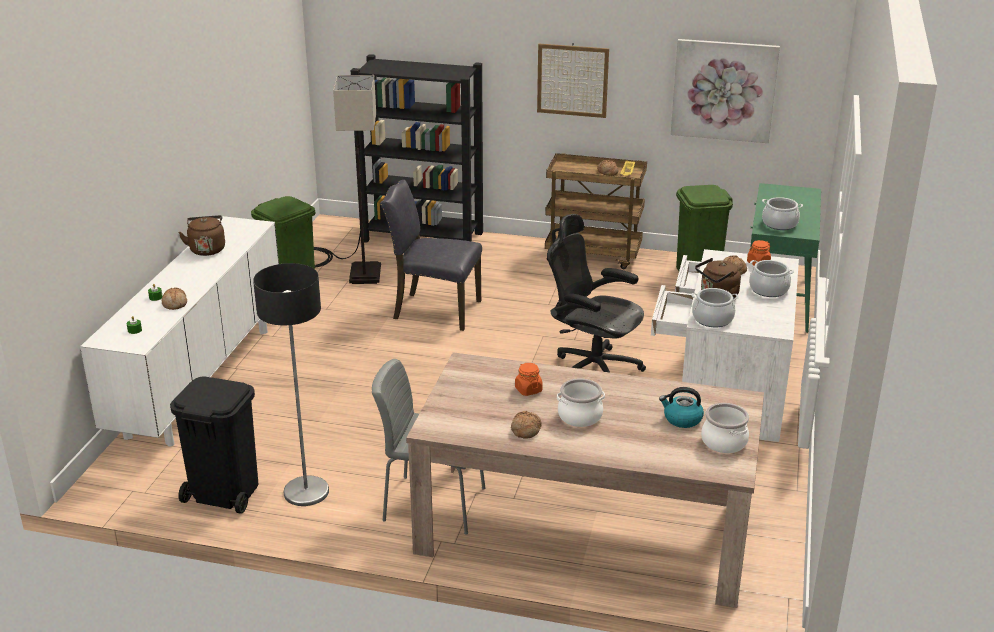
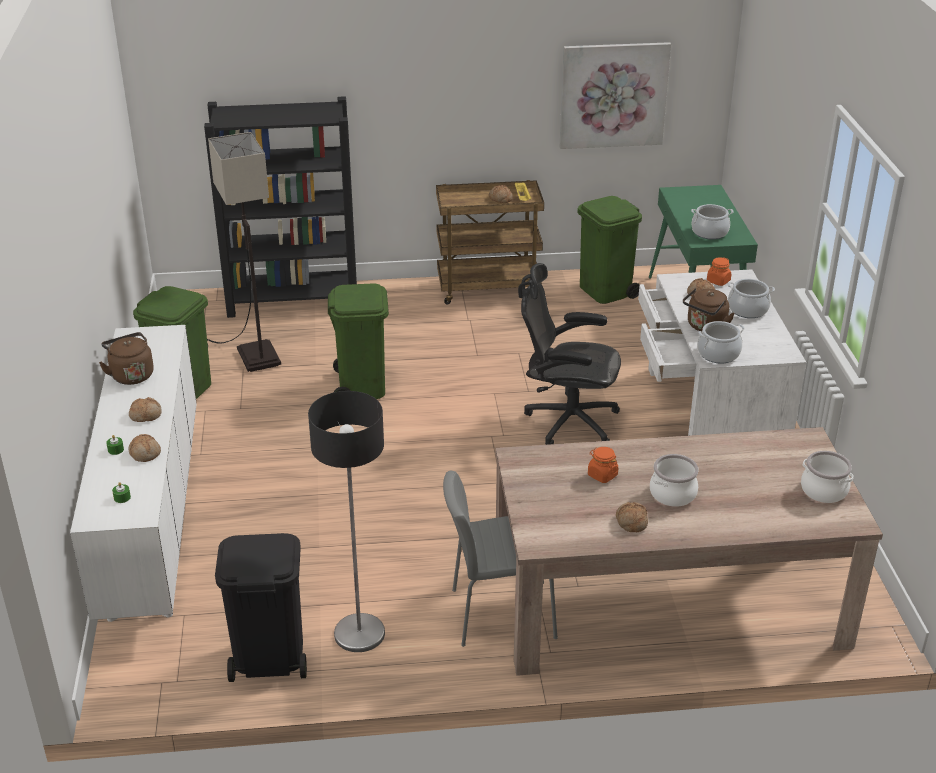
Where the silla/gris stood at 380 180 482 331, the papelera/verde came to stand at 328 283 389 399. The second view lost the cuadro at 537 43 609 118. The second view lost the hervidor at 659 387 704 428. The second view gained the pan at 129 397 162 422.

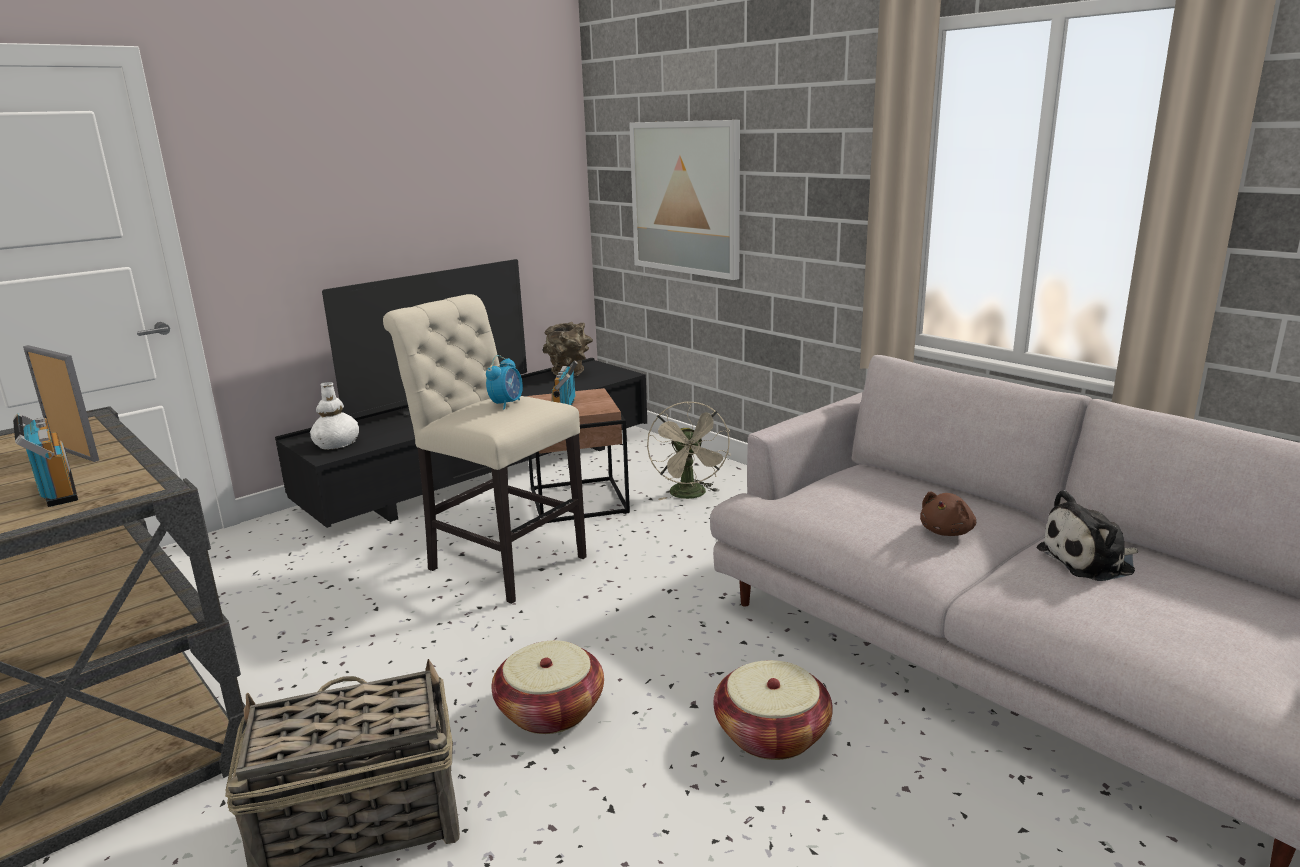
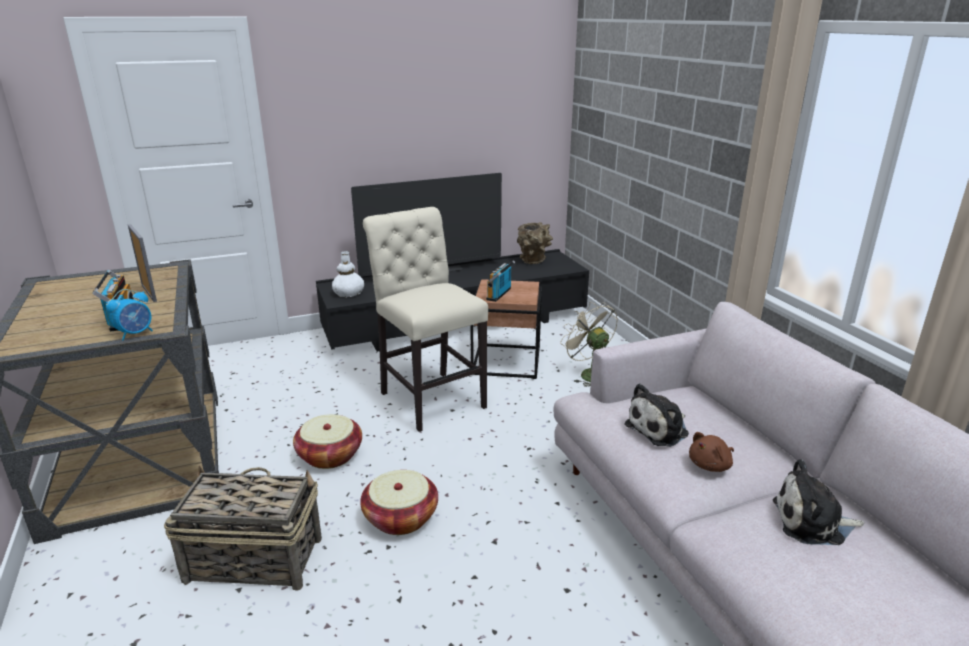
The despertador ended up elsewhere, having gone from 486 355 523 410 to 106 289 153 341. The second view lost the cuadro at 629 120 740 280. The ventilador/beis at 647 401 731 500 ended up facing another way, 135 degrees clockwise from before. The cesta ended up elsewhere, having gone from 714 660 833 760 to 293 414 362 469. The second view gained the peluche at 624 383 689 447.

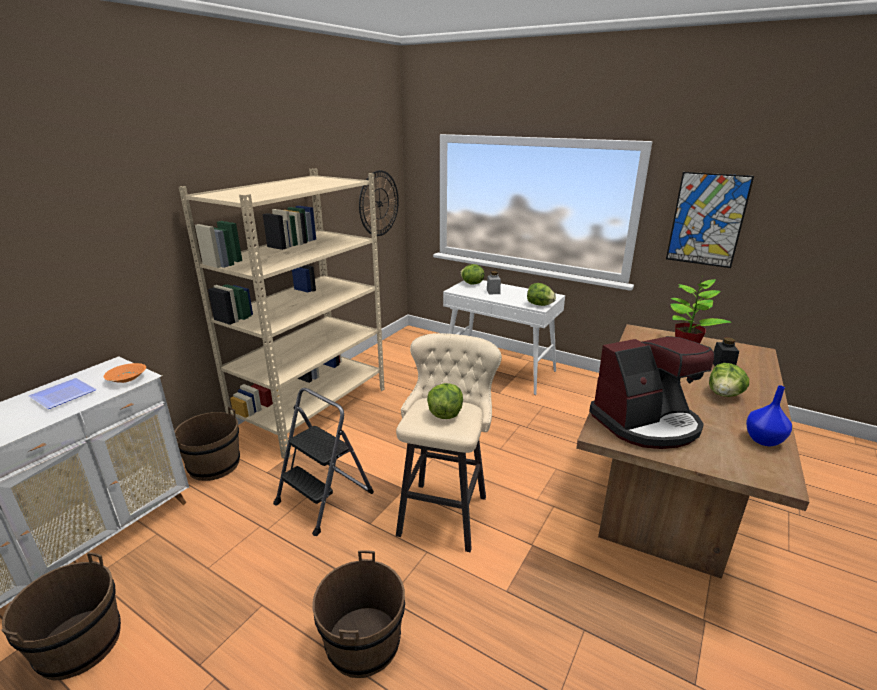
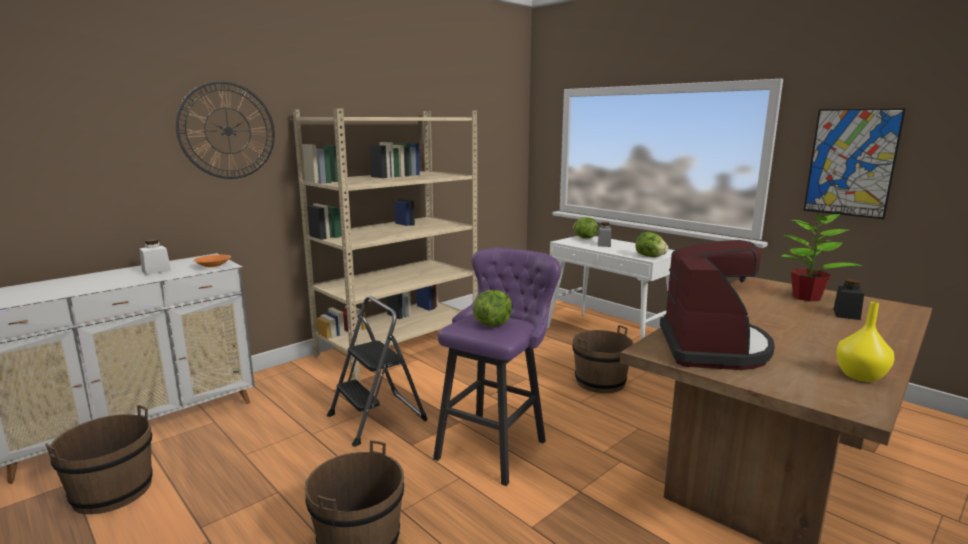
Where the plato stood at 29 378 96 409, the tarro/blanco came to stand at 139 239 171 275. The cubo/marrón ended up elsewhere, having gone from 174 407 240 481 to 573 325 634 393. The reloj de pared ended up elsewhere, having gone from 359 170 399 236 to 176 81 275 179. What was the taburete/beis at 396 333 502 552 turned into the taburete/morado at 433 247 561 486. The cafetera at 589 336 714 449 ended up facing another way, 75 degrees counterclockwise from before. The second view lost the lechuga at 709 363 749 397. What was the florero/azul at 746 385 792 446 turned into the florero/amarillo at 836 302 894 382.

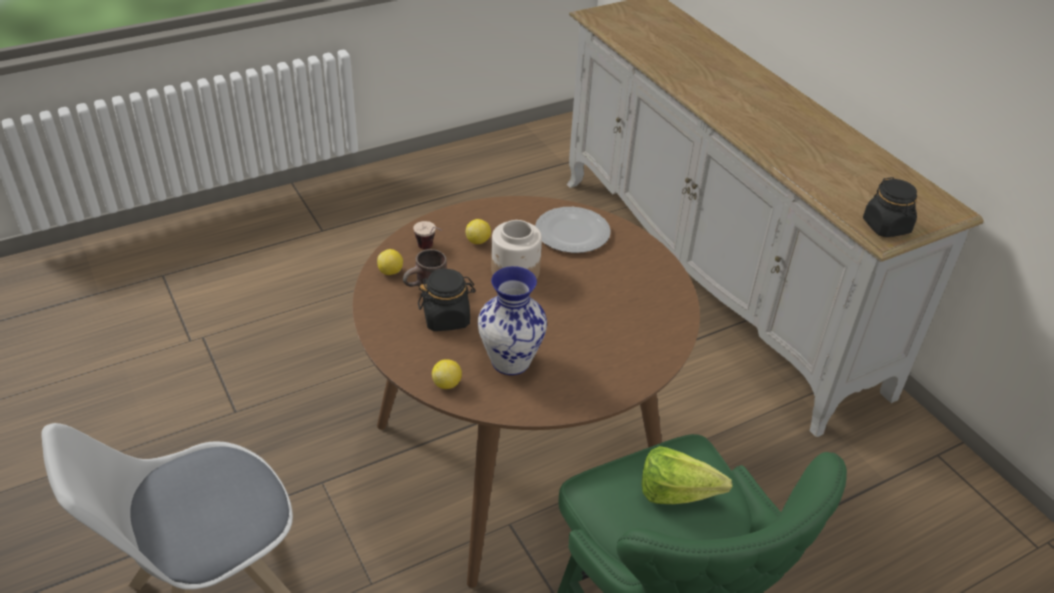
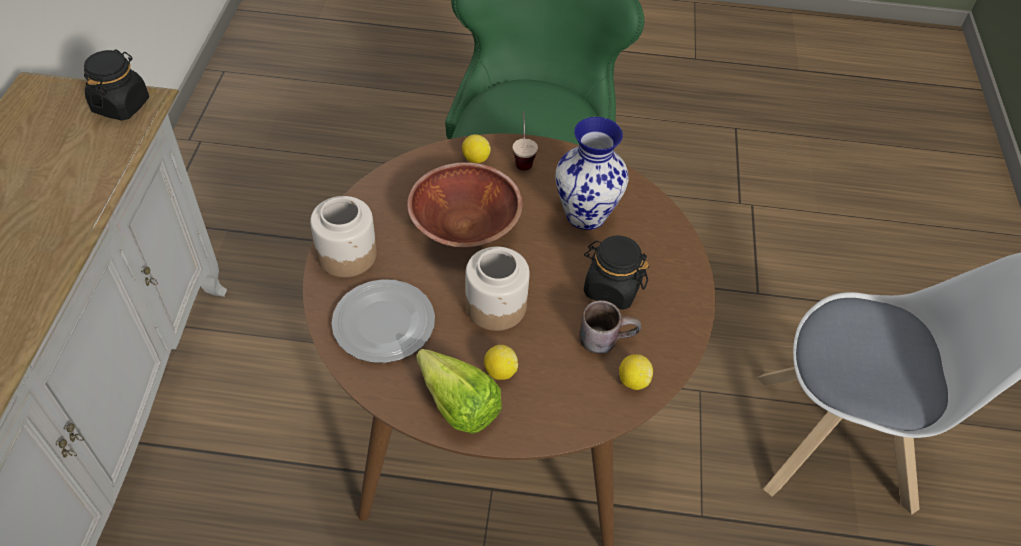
The taza ended up elsewhere, having gone from 413 221 442 249 to 513 111 538 171. The limón ended up elsewhere, having gone from 432 359 462 389 to 462 134 491 163. The lechuga ended up elsewhere, having gone from 642 446 732 504 to 416 349 502 434. The second view gained the tarro at 310 196 377 277. The second view gained the cuenco/marrón at 407 162 523 248.

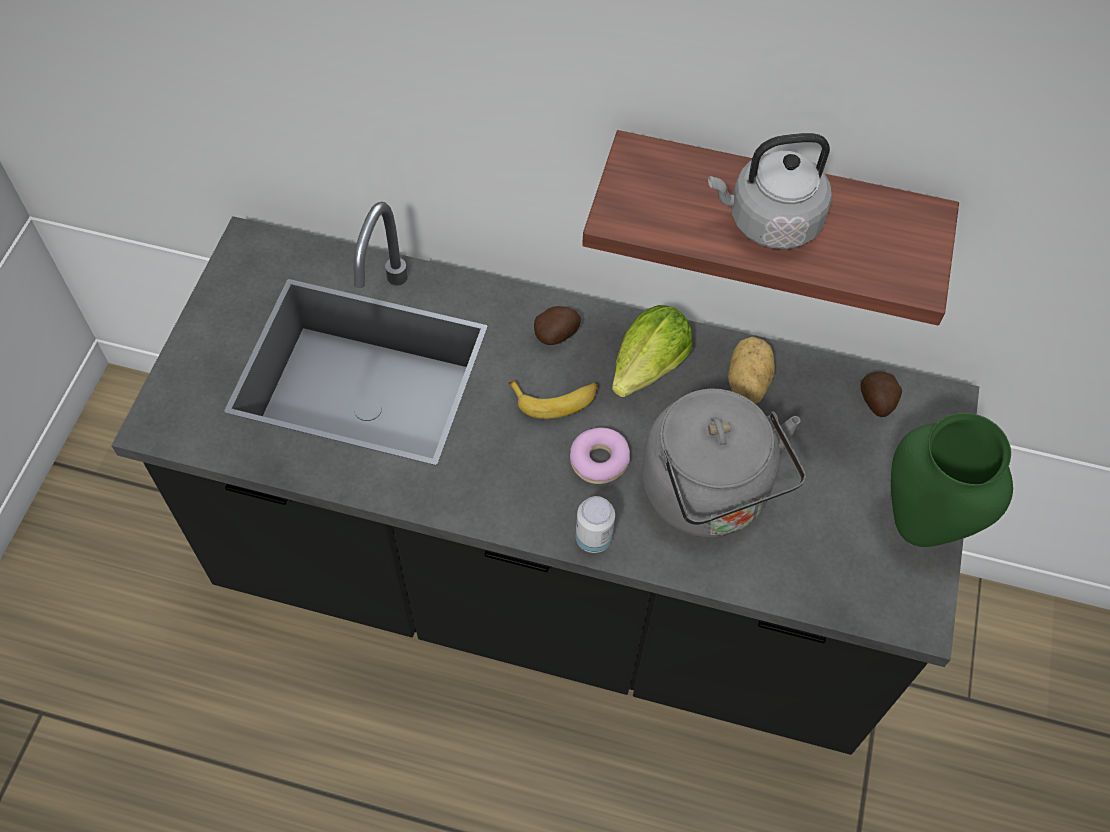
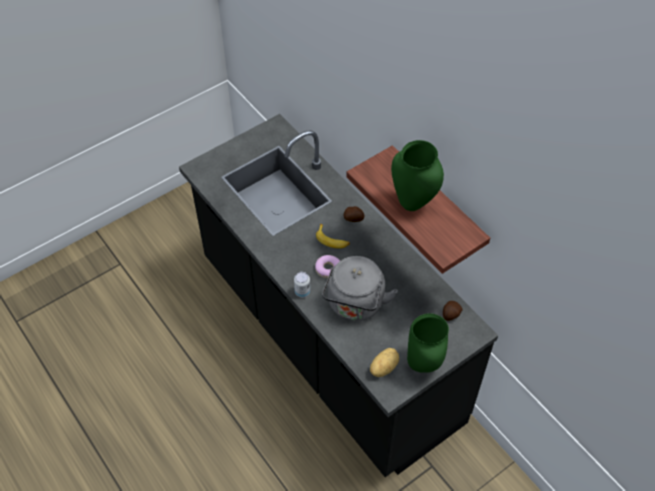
The second view lost the lechuga at 612 305 692 397. Where the hervidor/gris stood at 708 133 832 249, the florero/verde came to stand at 391 140 444 211. The patata ended up elsewhere, having gone from 728 337 775 404 to 370 348 399 377.

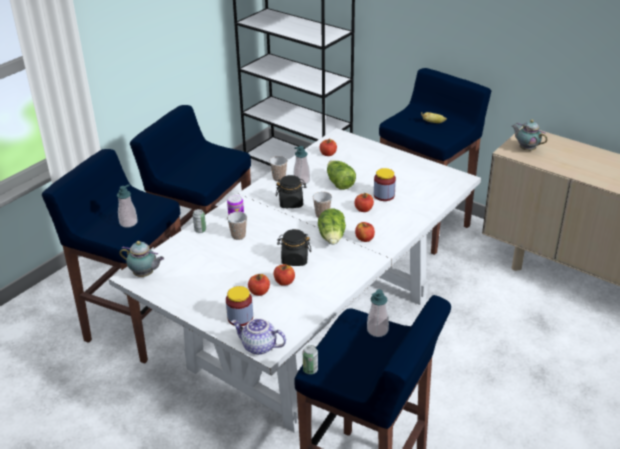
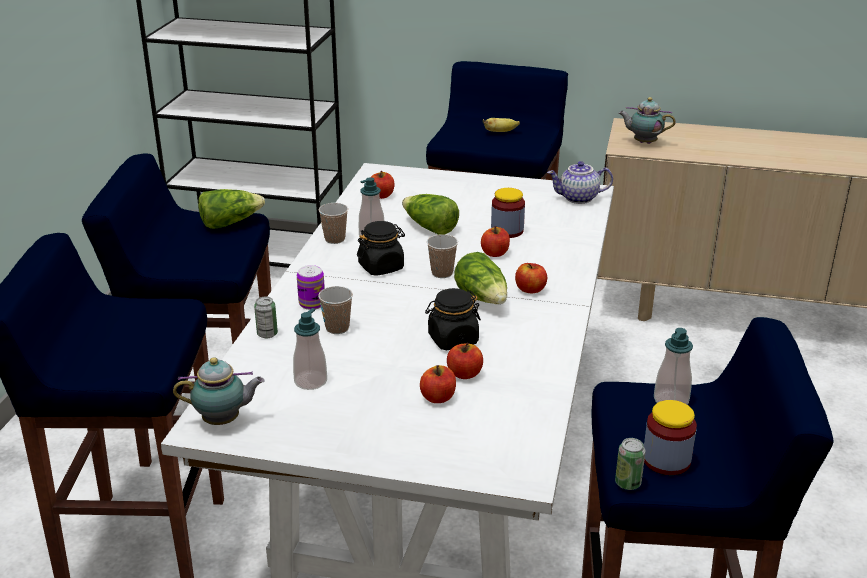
The dispensador de jabón ended up elsewhere, having gone from 117 184 138 228 to 293 308 327 390. The tarro ended up elsewhere, having gone from 226 286 253 326 to 644 400 697 475. The tetera ended up elsewhere, having gone from 231 318 286 355 to 547 161 613 204. The second view gained the lechuga at 198 189 265 229.

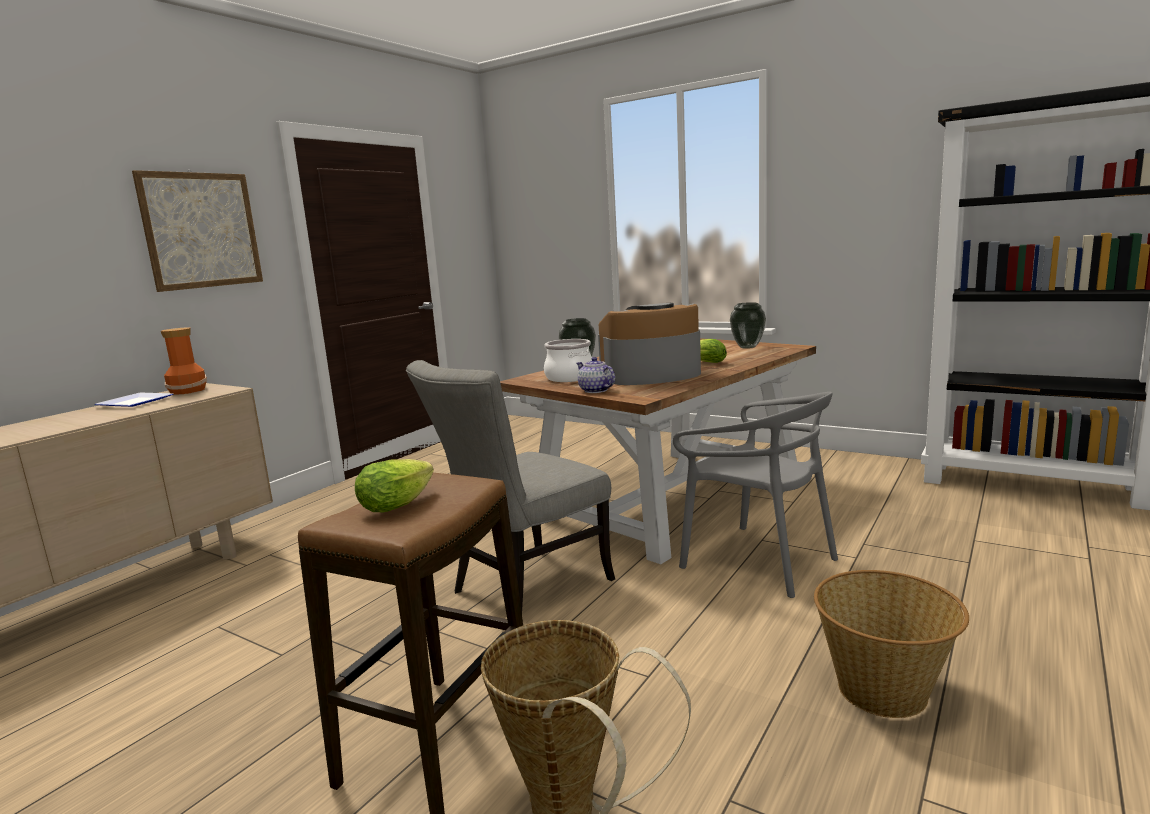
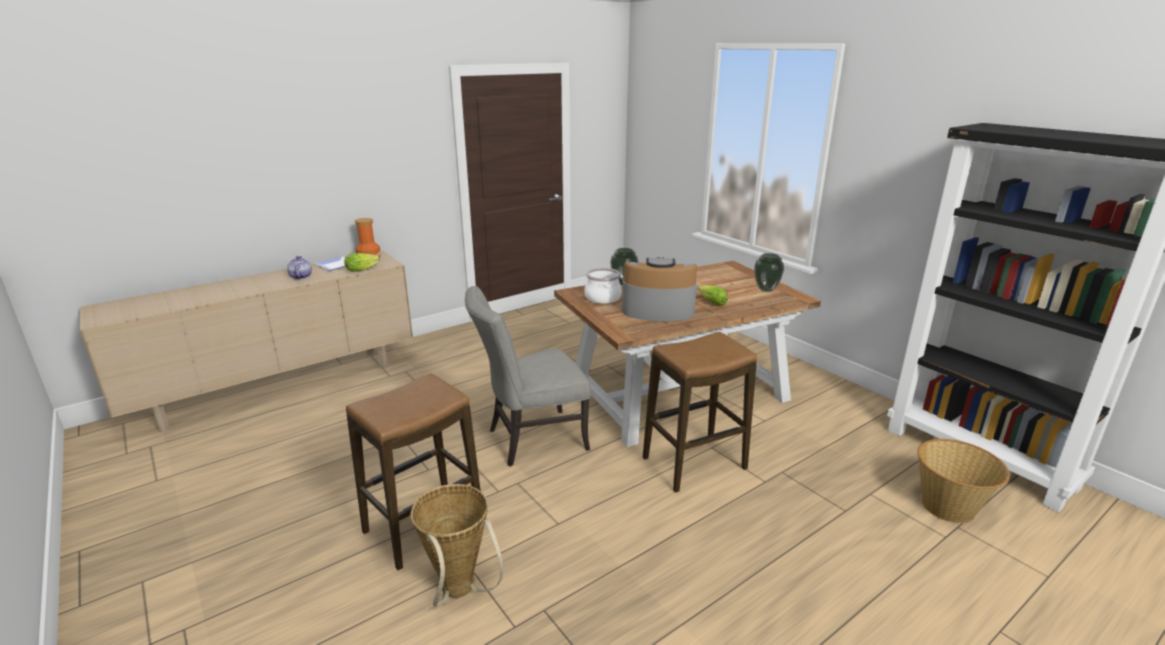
The second view lost the cuadro at 132 170 263 292. The lechuga ended up elsewhere, having gone from 355 459 434 512 to 344 253 380 272. The tetera ended up elsewhere, having gone from 576 357 615 393 to 287 256 312 279. Where the silla/gris stood at 673 392 838 598, the taburete came to stand at 643 332 757 493. The cesta ended up elsewhere, having gone from 814 570 969 718 to 917 439 1010 523.

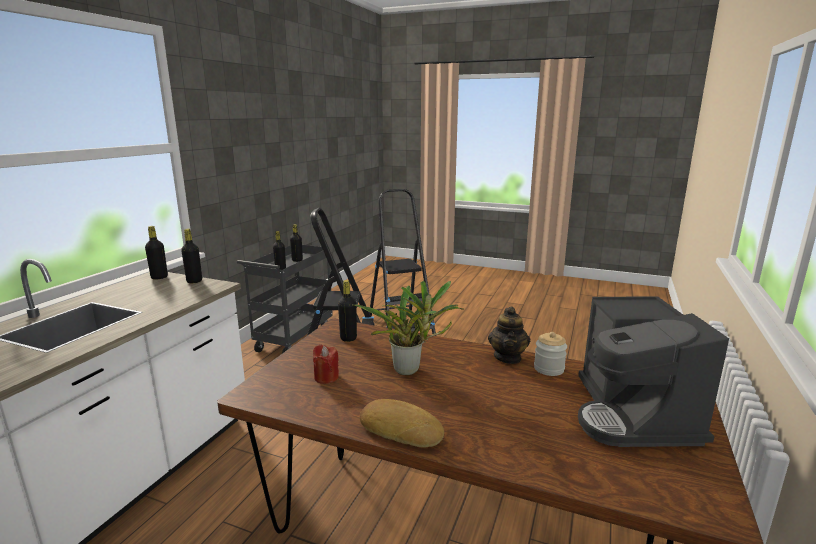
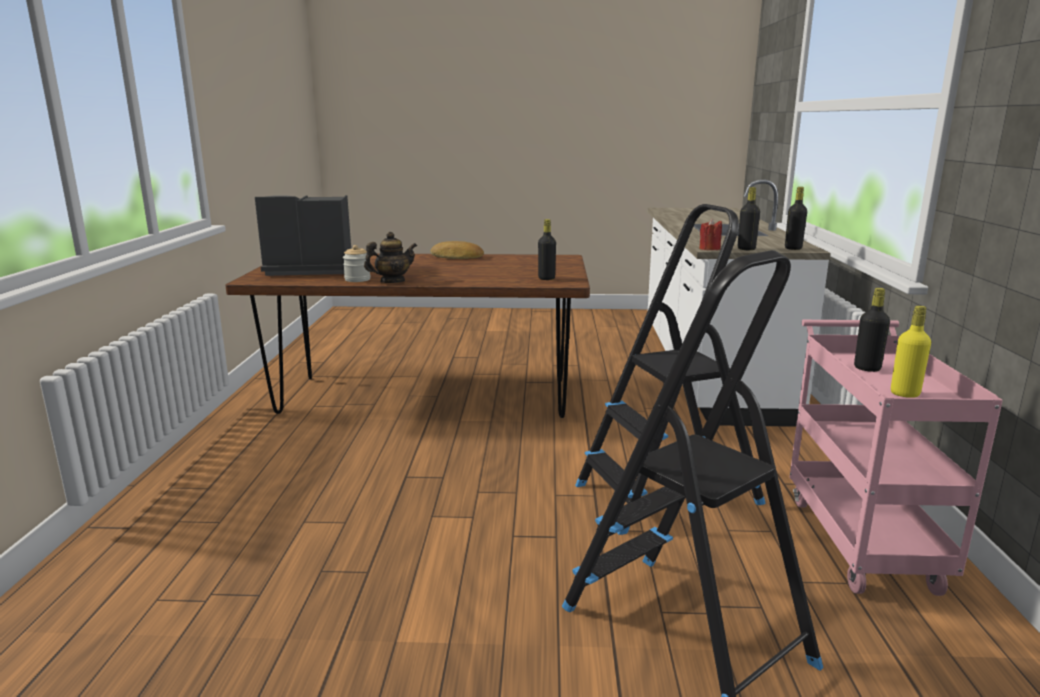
What was the carrito/gris at 237 245 333 353 turned into the carrito/rosa at 790 319 1002 596. What was the botella/negro at 290 224 303 262 turned into the botella/amarillo at 891 306 931 398. The vela/rojo ended up elsewhere, having gone from 313 344 339 384 to 699 218 722 250. The second view lost the planta en maceta at 354 281 464 375. The tetera at 488 307 531 364 ended up facing another way, 75 degrees clockwise from before. The cafetera at 578 296 729 447 ended up facing another way, 75 degrees counterclockwise from before.

